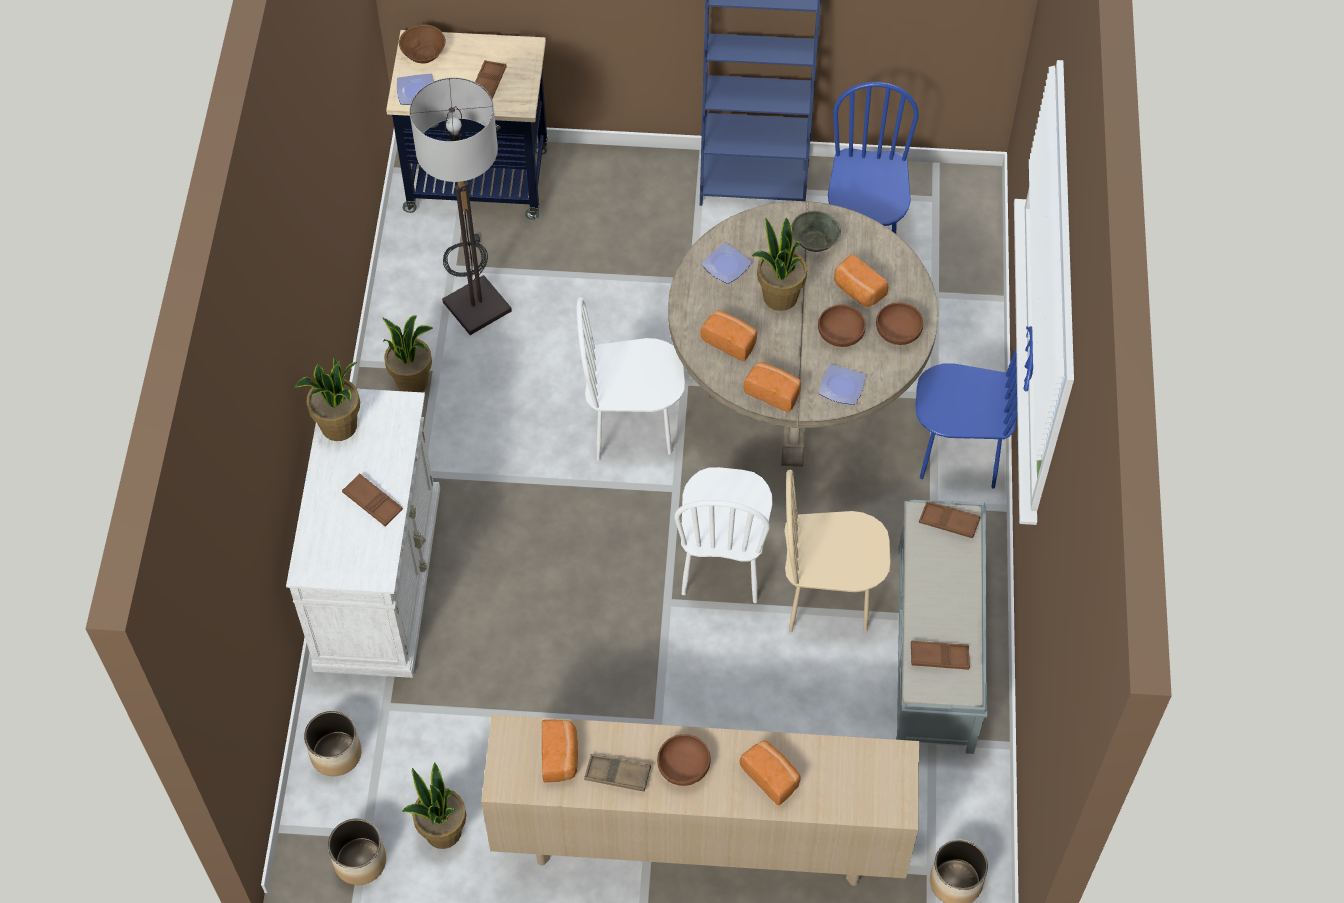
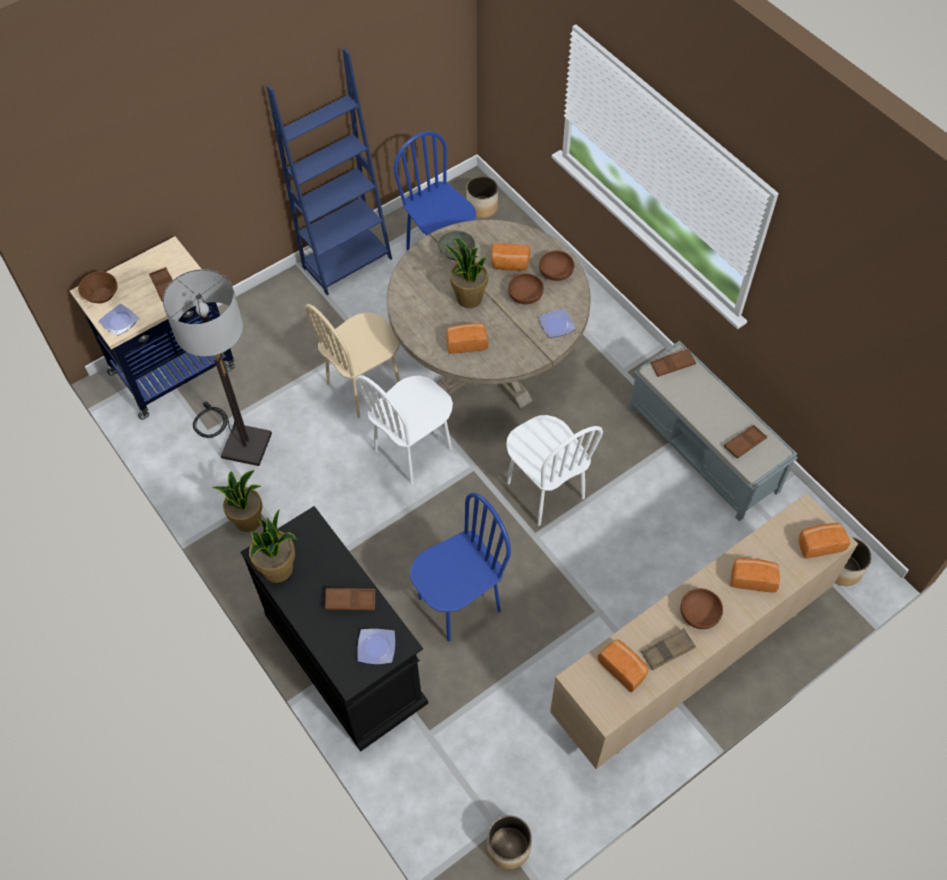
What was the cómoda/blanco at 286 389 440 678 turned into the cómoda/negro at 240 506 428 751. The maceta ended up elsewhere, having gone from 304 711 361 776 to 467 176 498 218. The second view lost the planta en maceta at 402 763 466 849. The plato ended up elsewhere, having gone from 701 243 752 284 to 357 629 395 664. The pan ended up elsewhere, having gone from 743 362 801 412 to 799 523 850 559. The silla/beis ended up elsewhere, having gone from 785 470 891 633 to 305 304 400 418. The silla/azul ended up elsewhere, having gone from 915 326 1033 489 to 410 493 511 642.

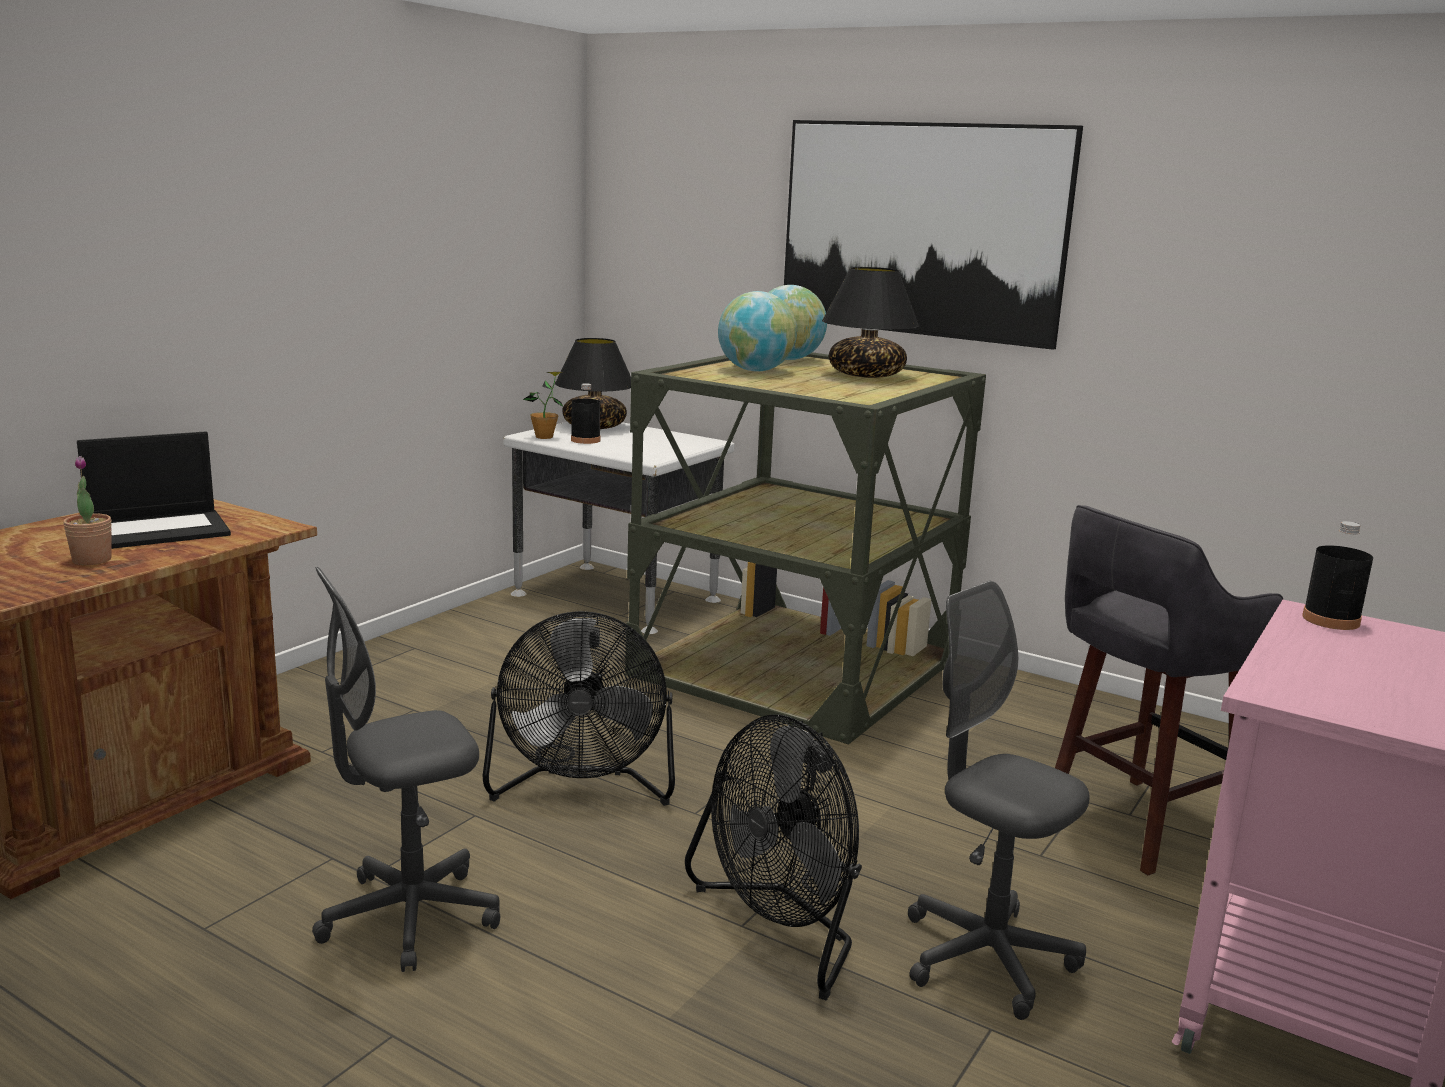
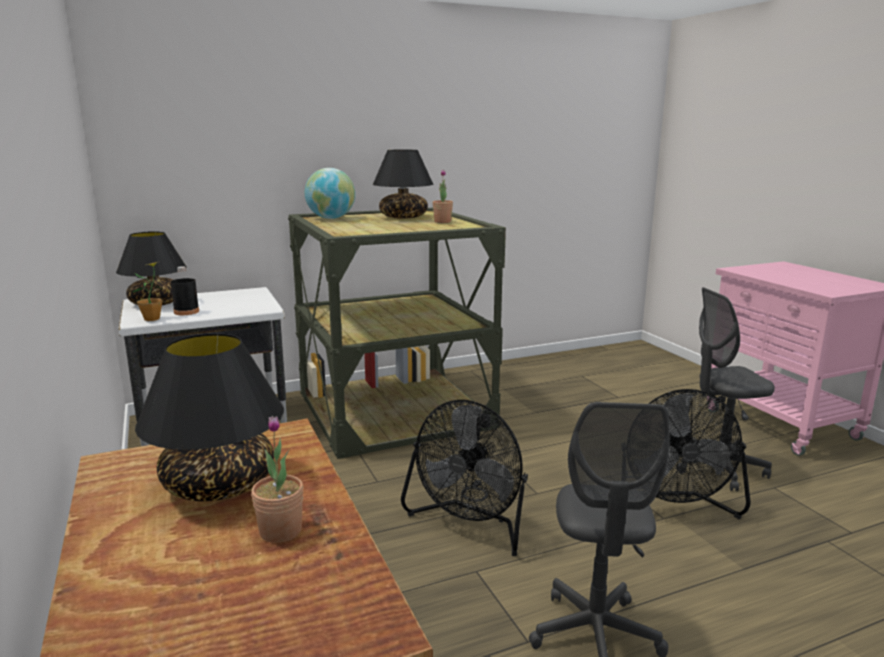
Where the portátil stood at 77 431 231 549, the lámpara de mesa/negro came to stand at 135 333 284 502. The ventilador/negro at 483 611 675 806 ended up facing another way, 90 degrees clockwise from before. The second view lost the globo terráqueo at 718 291 797 371. The second view lost the cuadro at 784 120 1083 350. The second view lost the taburete/gris at 1055 505 1284 876. The second view lost the botella/negro at 1302 521 1373 630. The second view gained the planta en maceta at 433 169 453 223.

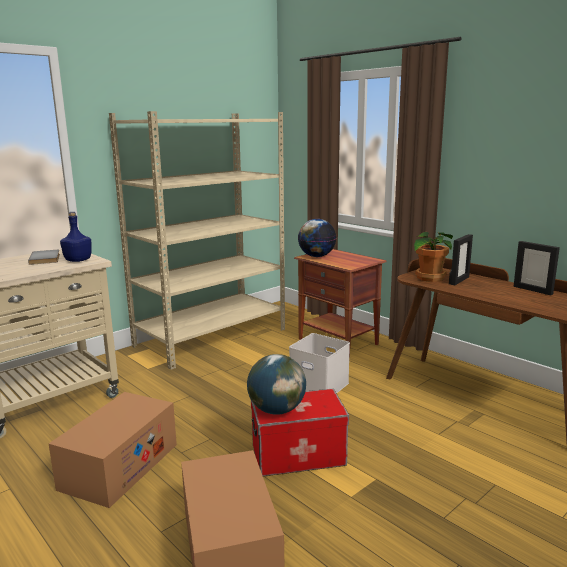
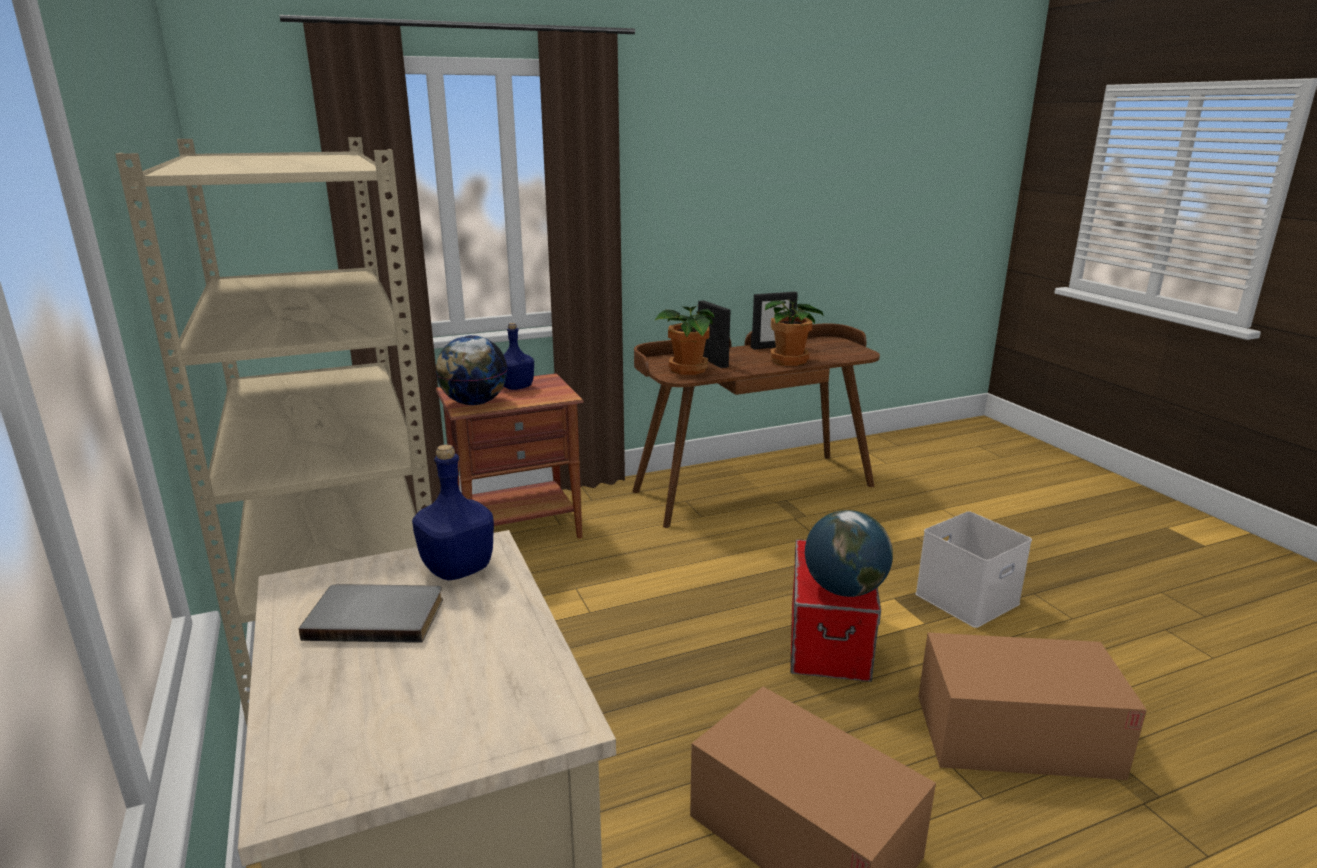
The caja de almacenaje/blanco ended up elsewhere, having gone from 289 333 350 393 to 915 511 1032 628. The second view gained the botella/azul at 504 323 534 390. The second view gained the planta en maceta at 765 300 824 366.

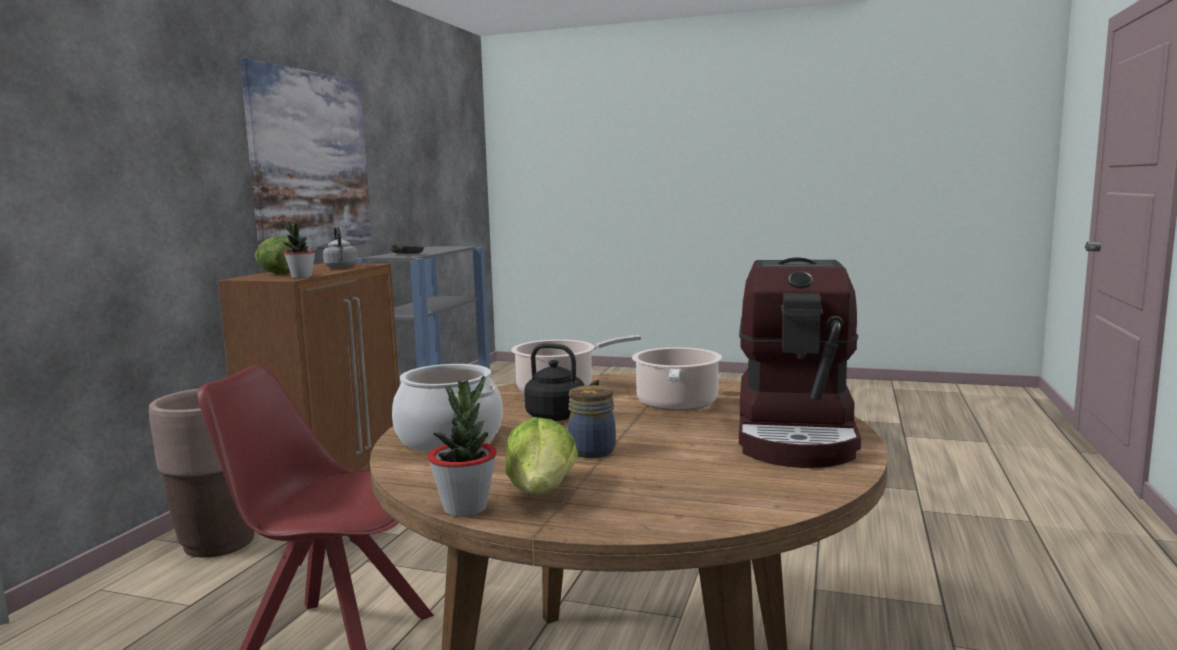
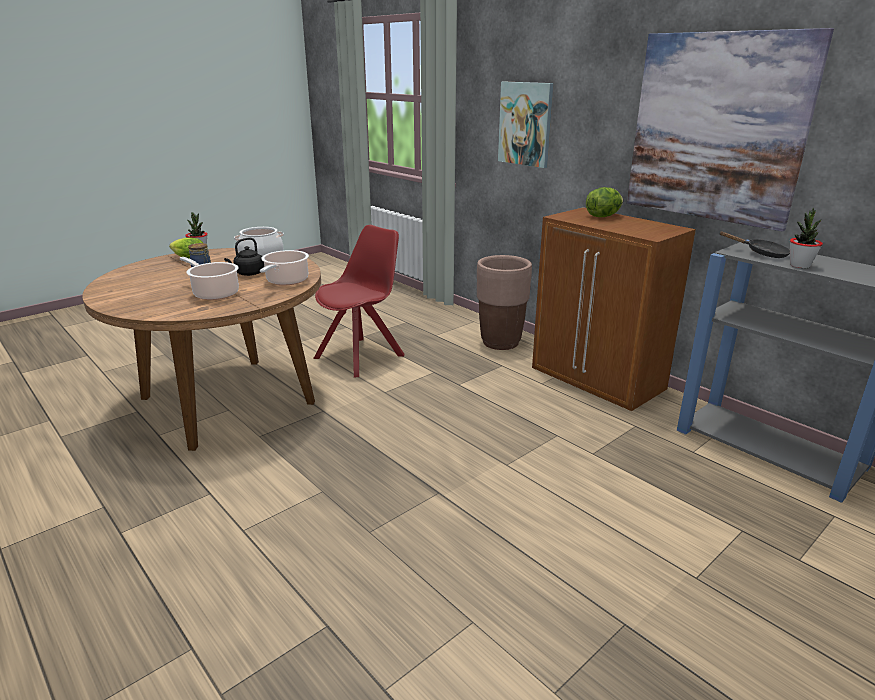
The planta en maceta ended up elsewhere, having gone from 282 220 315 278 to 790 208 823 268. The second view lost the hervidor/gris at 323 226 358 268. The second view lost the cafetera at 739 258 861 468. The second view gained the cuadro at 498 82 553 168.

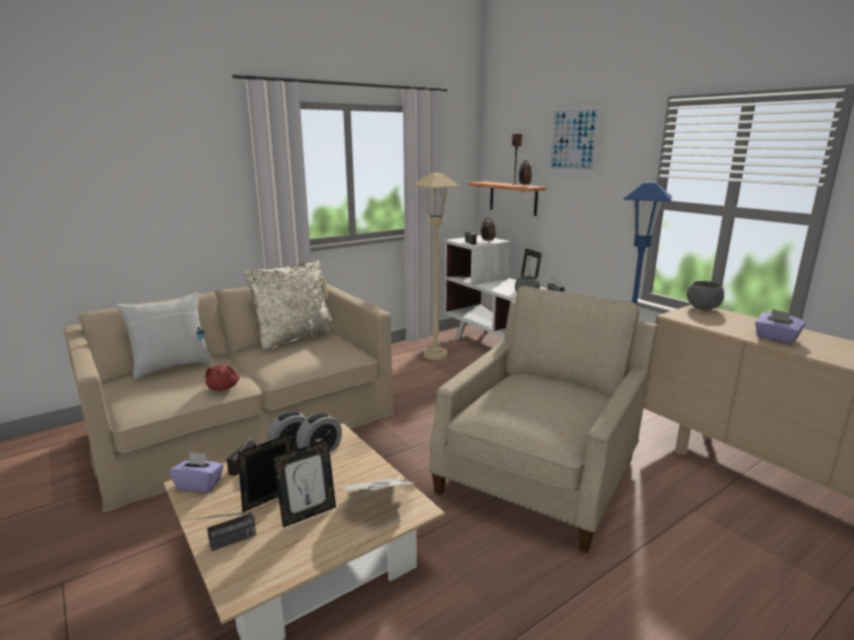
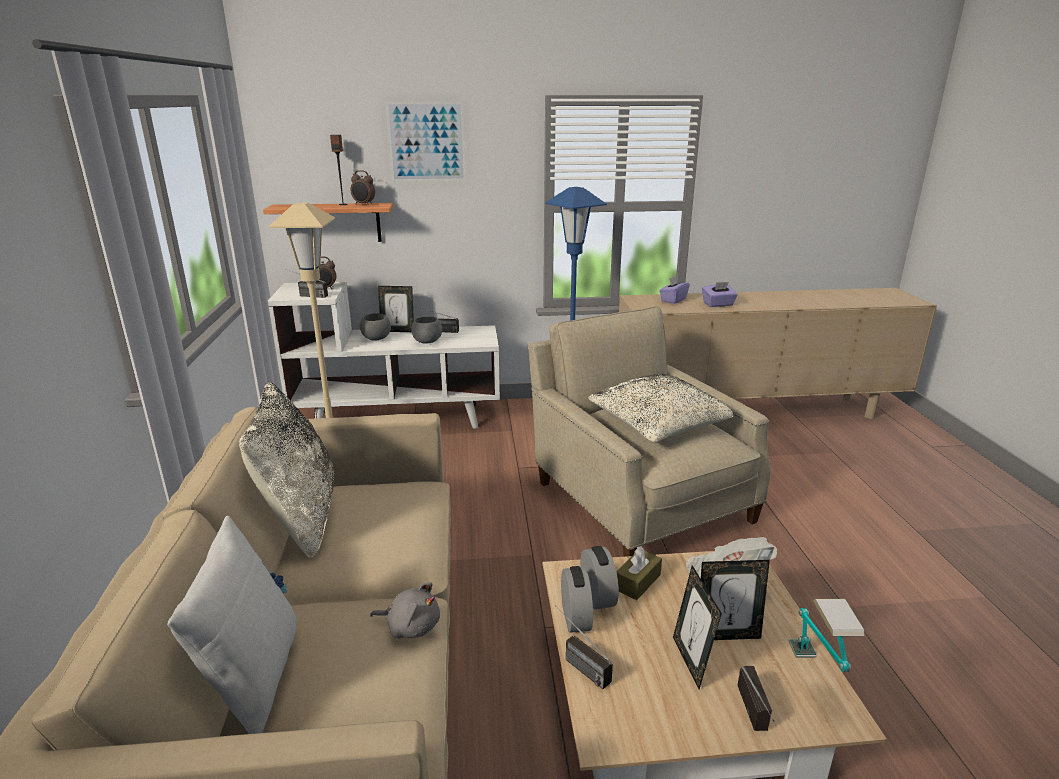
The caja de pañuelos/morado ended up elsewhere, having gone from 169 452 224 492 to 659 276 690 304. What was the peluche/rojo at 205 365 239 391 turned into the peluche/gris at 370 582 440 639. The portarretratos at 273 440 336 527 ended up facing another way, 90 degrees clockwise from before. The cuenco/gris ended up elsewhere, having gone from 687 281 724 310 to 359 313 391 341. The second view gained the cojín/beis at 588 374 734 443. The second view gained the caja de pañuelos/marrón at 616 546 662 600. The second view gained the lámpara de mesa at 789 599 865 672.

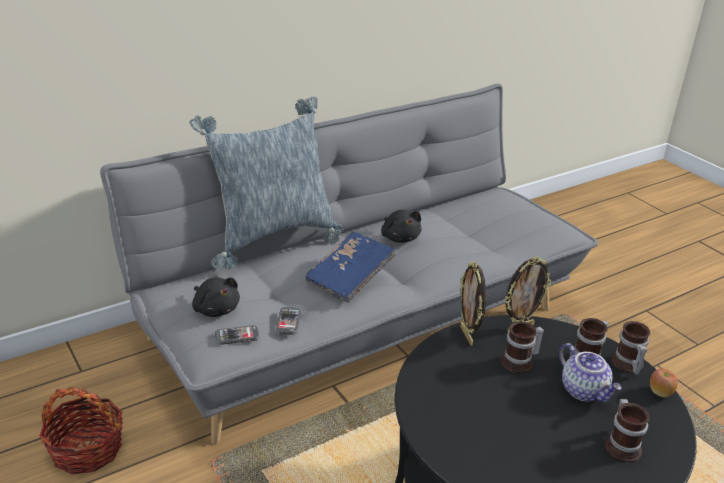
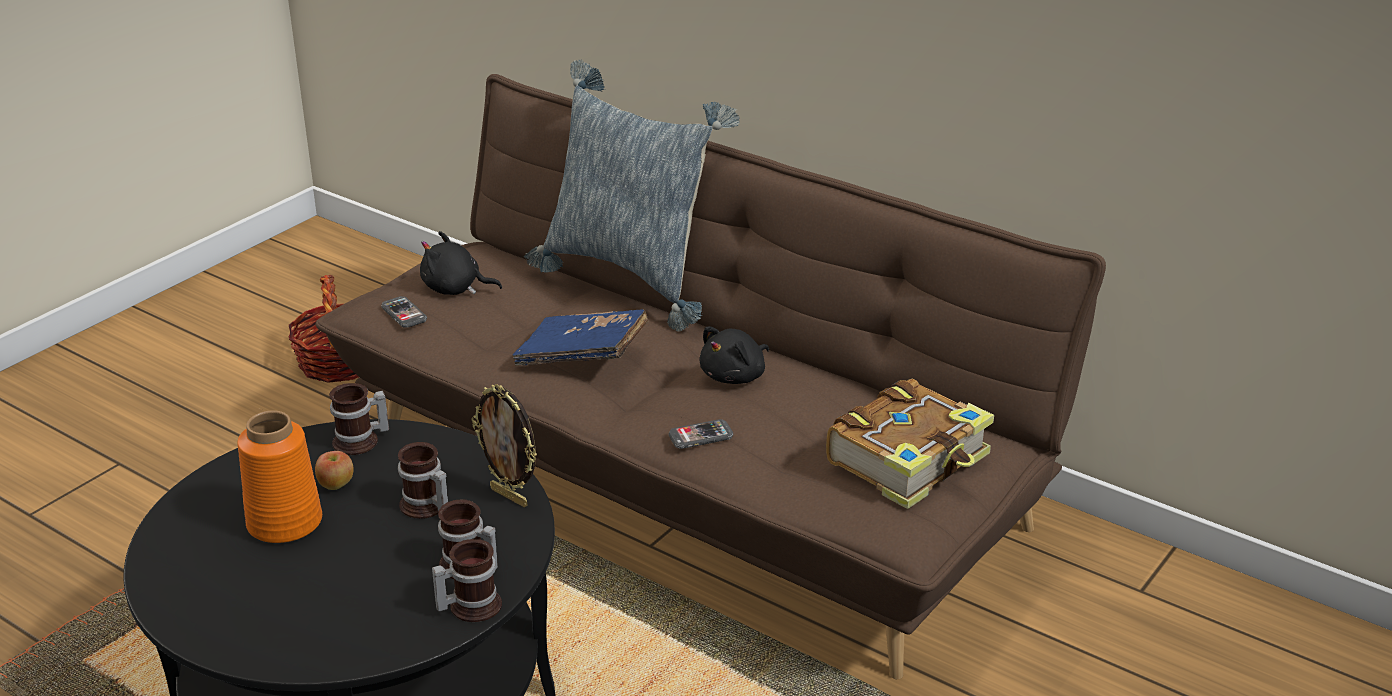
What was the sofá/gris at 100 83 599 445 turned into the sofá/marrón at 315 74 1106 679. The peluche/negro at 192 277 240 317 ended up facing another way, 75 degrees clockwise from before. The móvil ended up elsewhere, having gone from 276 307 301 335 to 668 419 734 449. The second view lost the portarretratos at 460 262 486 346. The second view lost the tetera at 559 343 622 402. The taza grande ended up elsewhere, having gone from 605 399 649 462 to 329 383 389 455. The manzana ended up elsewhere, having gone from 650 369 678 397 to 315 451 354 490. The second view gained the florero/naranja at 237 410 322 543. The second view gained the libro at 826 379 994 509.

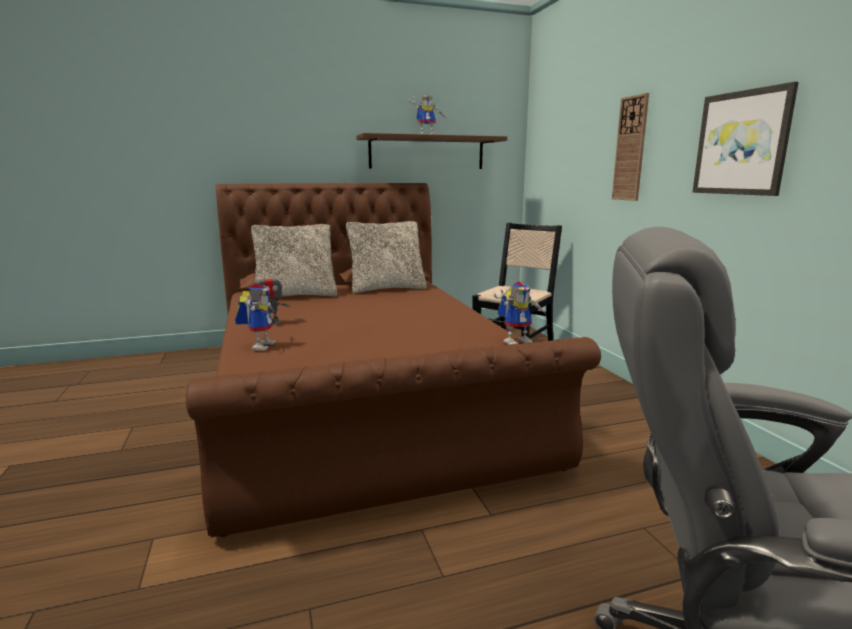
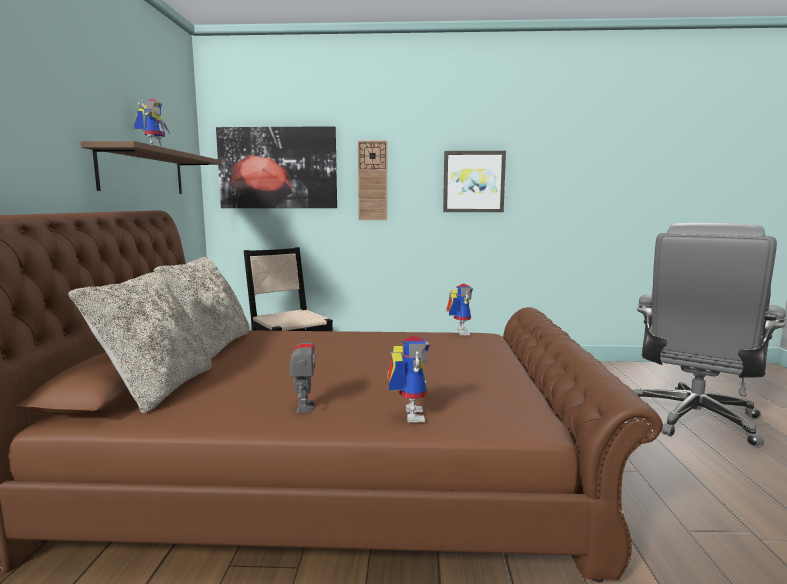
The robot de juguete at 235 284 276 350 ended up facing another way, 60 degrees clockwise from before. The second view gained the cuadro at 216 126 337 208.

